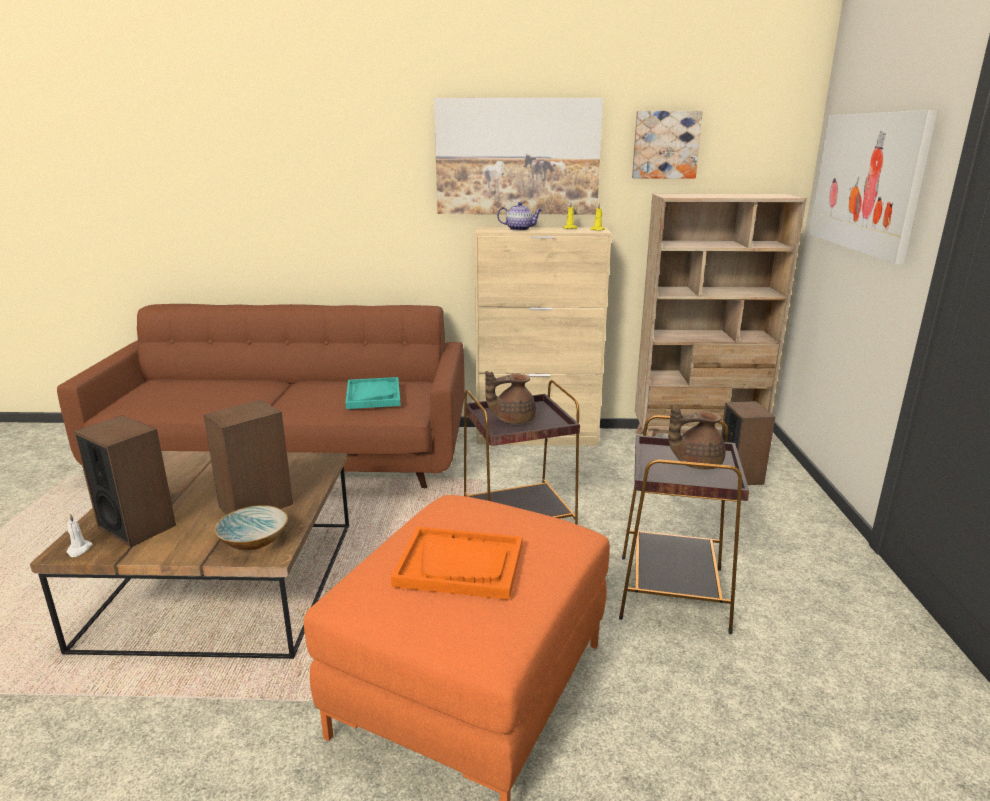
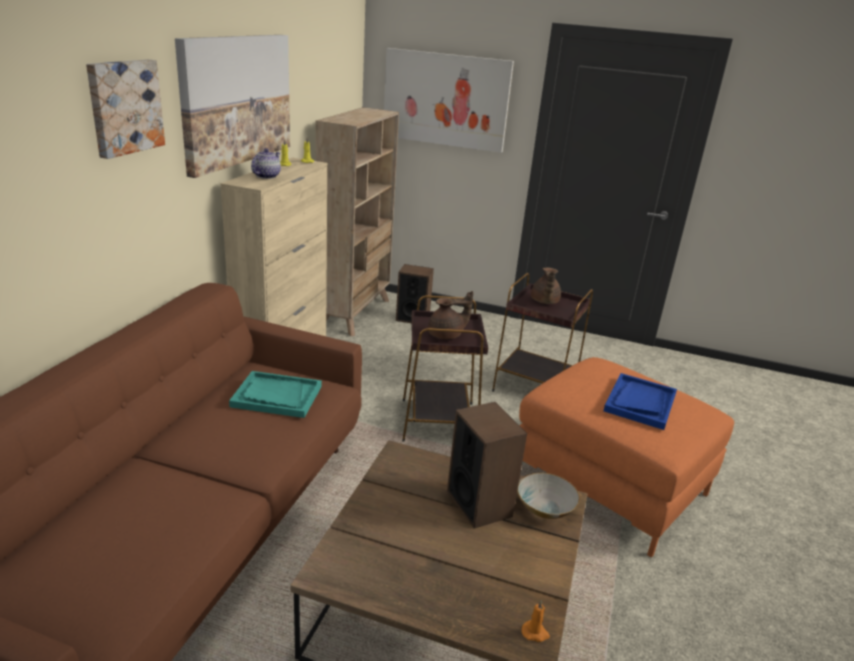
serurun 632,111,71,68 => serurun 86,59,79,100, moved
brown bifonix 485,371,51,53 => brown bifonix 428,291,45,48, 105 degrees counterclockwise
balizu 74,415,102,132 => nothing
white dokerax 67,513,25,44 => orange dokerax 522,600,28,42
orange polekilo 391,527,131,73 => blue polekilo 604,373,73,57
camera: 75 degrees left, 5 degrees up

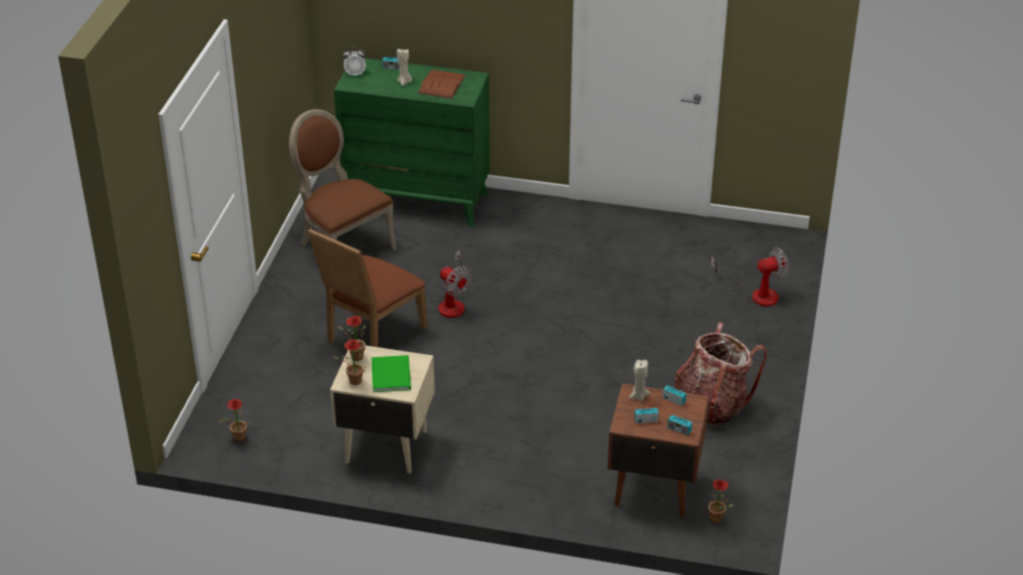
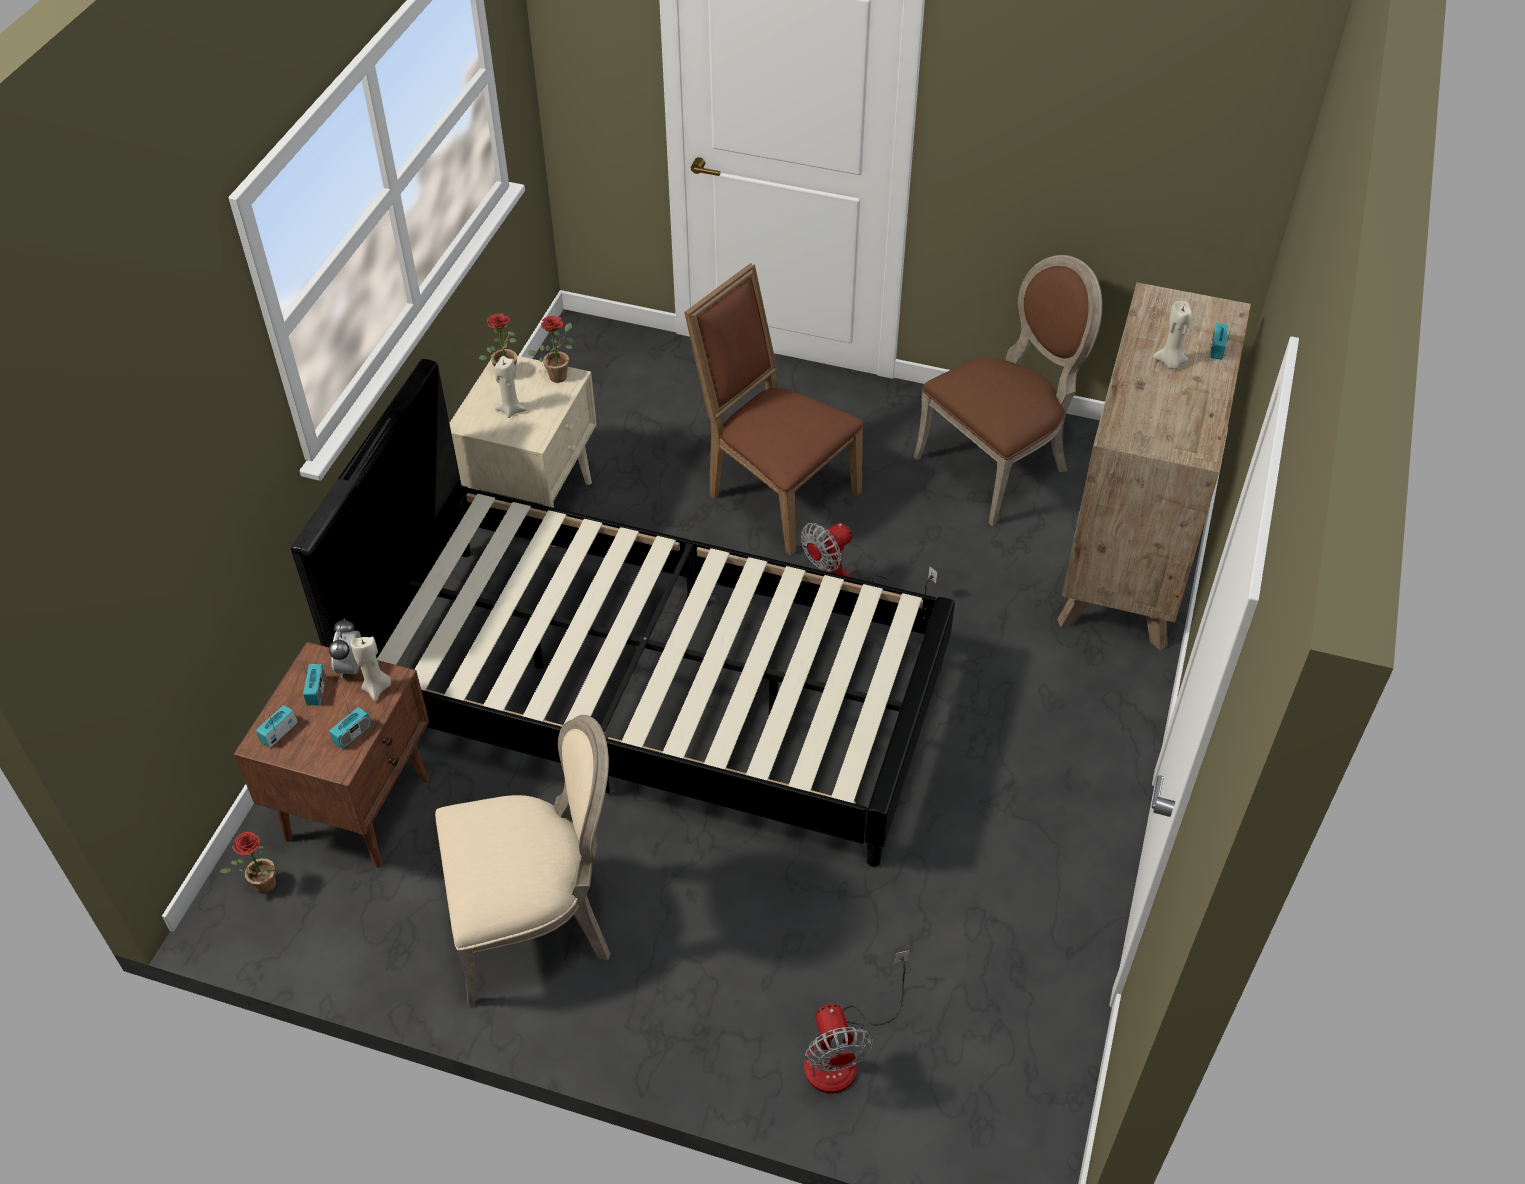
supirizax 342,47,24,28 => supirizax 329,618,32,60, moved
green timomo 334,58,156,169 => brown timomo 1057,282,194,368
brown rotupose 418,69,48,30 => nothing
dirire 675,323,92,103 => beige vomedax 435,715,176,292
green rotupose 371,355,40,37 => beige dokerax 495,356,32,62
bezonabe 219,399,33,42 => nothing
nothing => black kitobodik 291,359,664,508
camera: 95 degrees right, 10 degrees up

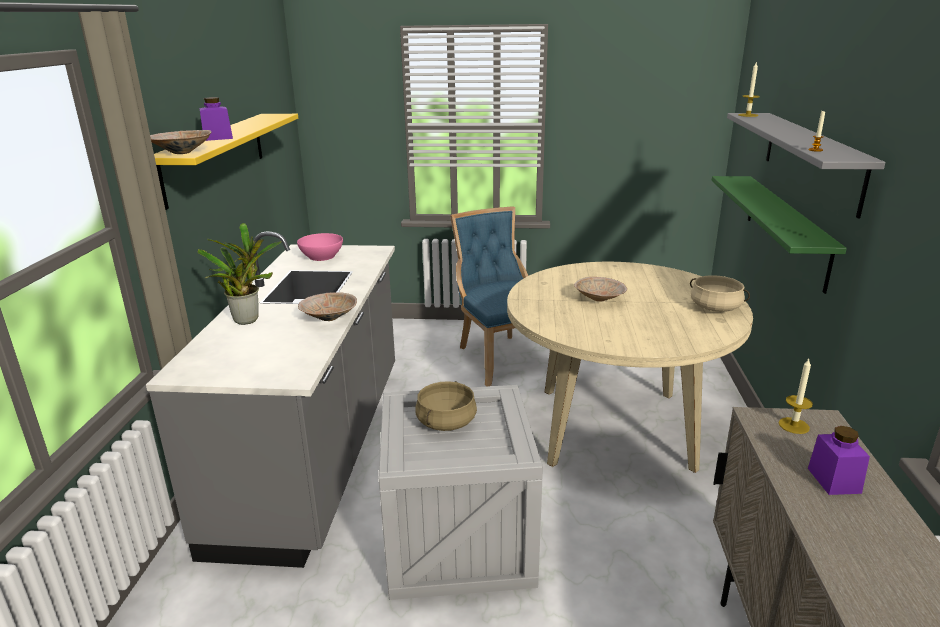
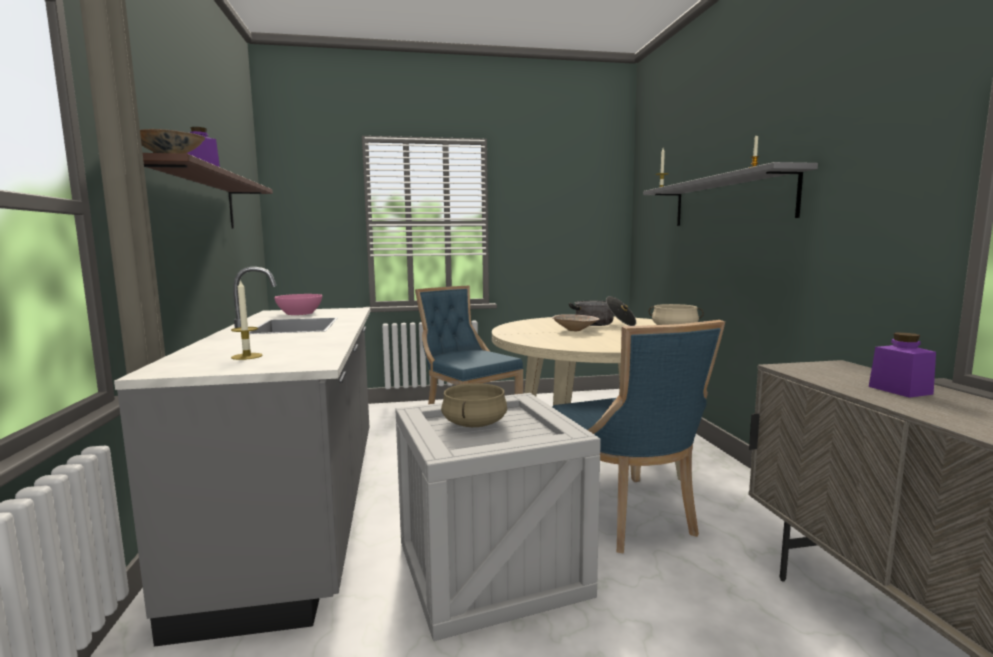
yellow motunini 154,114,144,96 => brown motunini 143,153,130,76
green motunini 712,176,135,118 => nothing
bezonabe 198,223,84,102 => nothing
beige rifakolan 298,292,59,29 => nothing
dokerax 779,359,34,75 => dokerax 231,279,32,81, moved
nothing => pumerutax 569,296,67,30
nothing => blue vomedax 552,320,173,234
camera: 15 degrees left, 15 degrees down

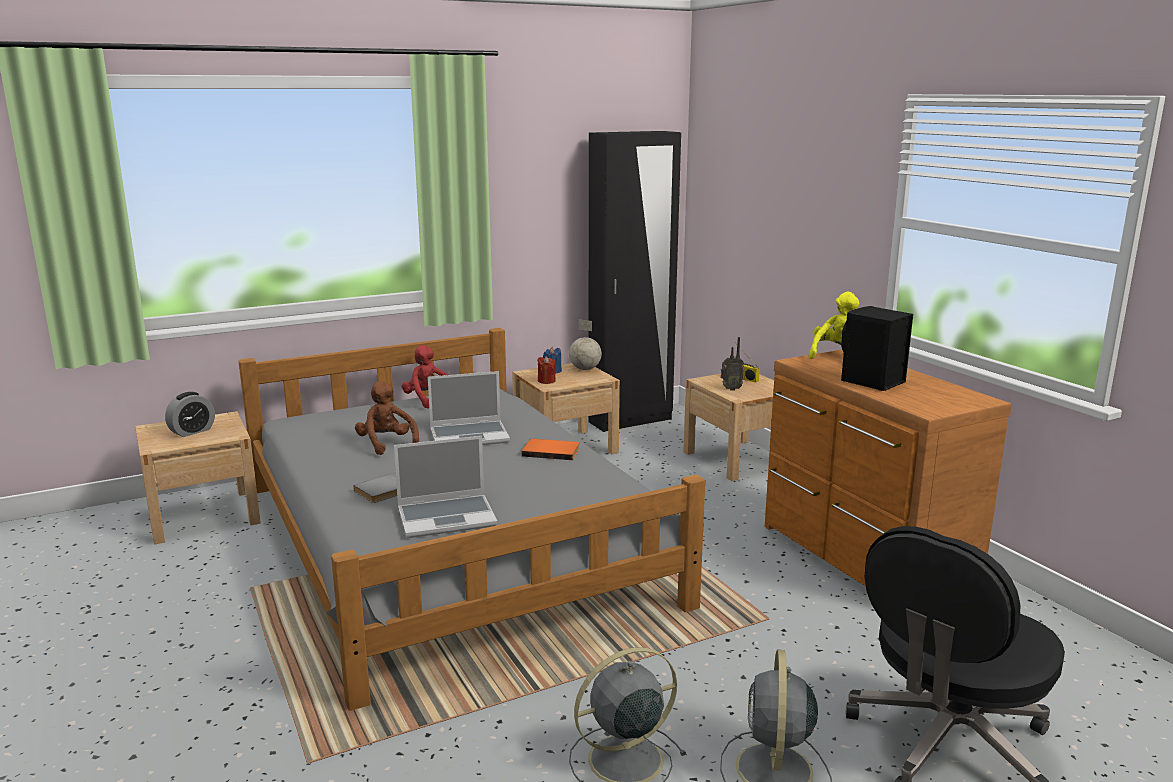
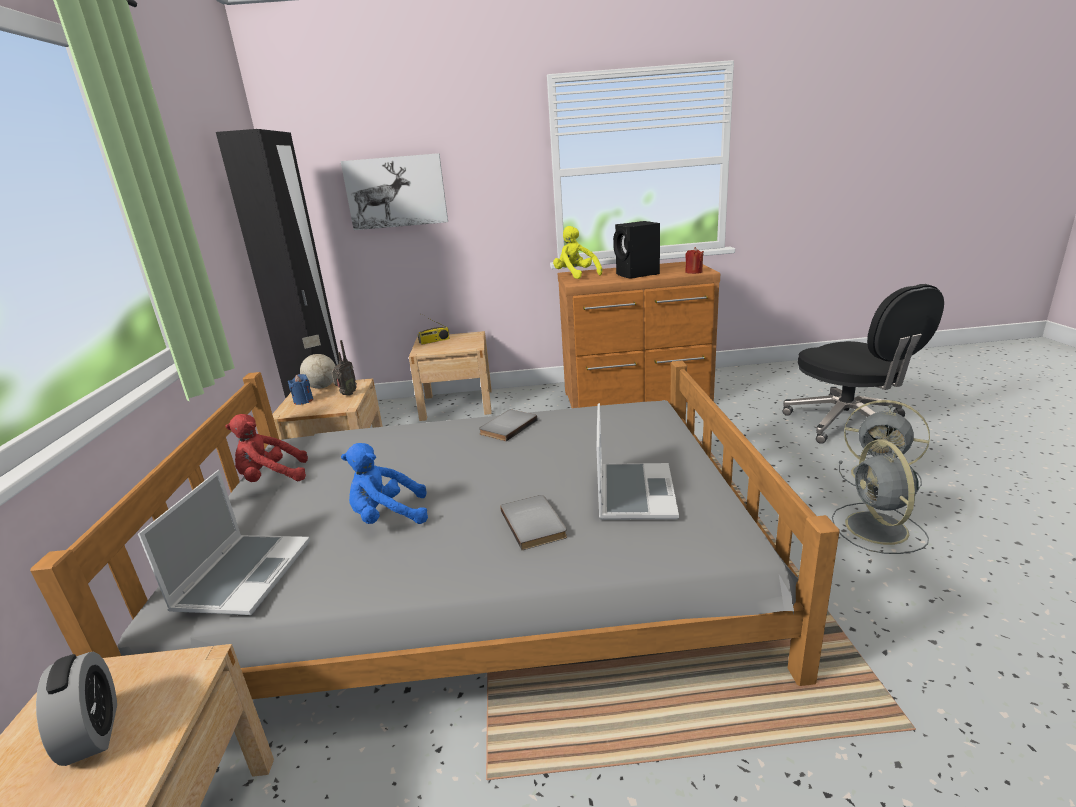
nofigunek 720,337,24,53 => nofigunek 331,340,26,56, moved
red dokerax 537,356,19,28 => red dokerax 685,247,19,27, moved
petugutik 428,371,82,74 => petugutik 138,470,172,145, moved
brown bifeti 355,381,64,74 => blue bifeti 341,443,87,81
orange rotupose 522,439,57,21 => grey rotupose 479,409,58,32
nothing => serurun 341,153,107,77
camera: 65 degrees left, 5 degrees up

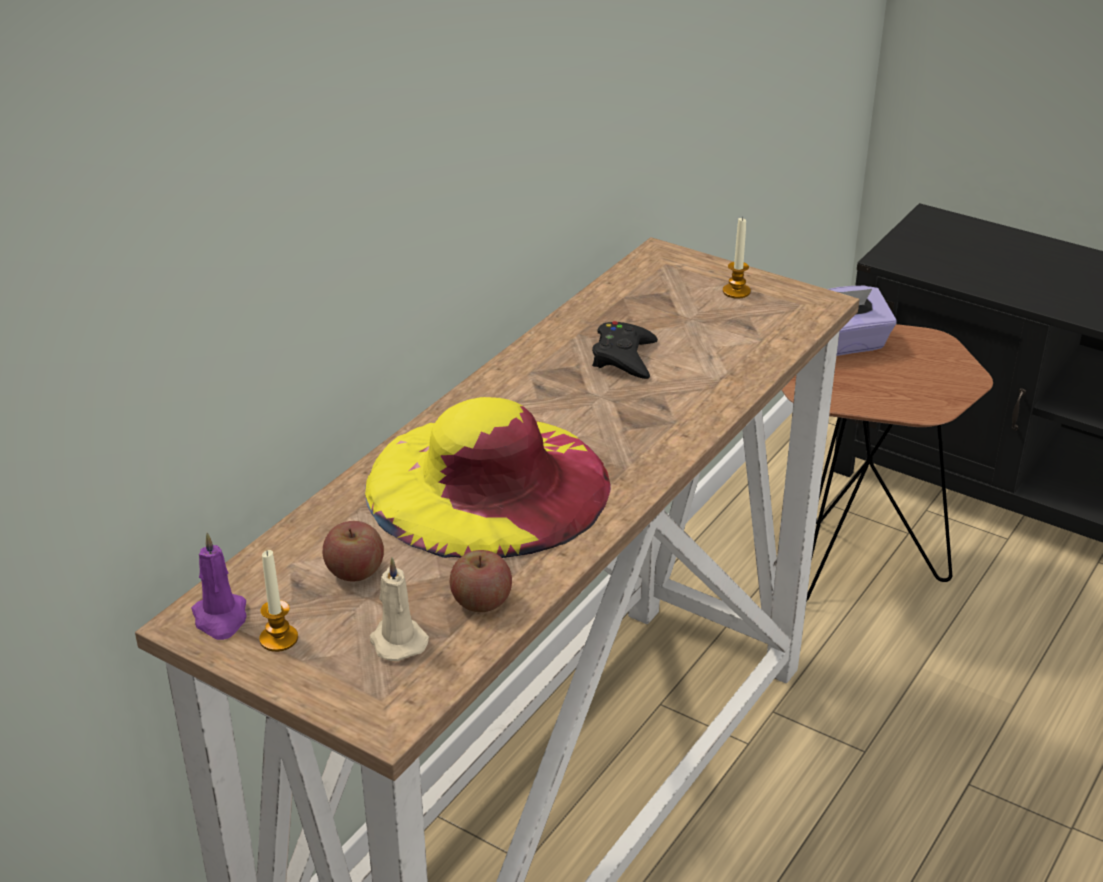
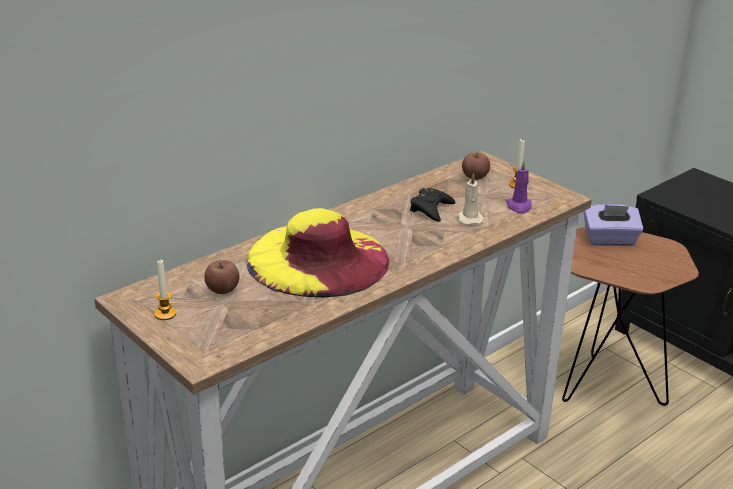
purple dokerax 191,532,56,108 => purple dokerax 506,161,26,53, moved
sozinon 450,550,62,62 => sozinon 462,152,28,28, moved
beige dokerax 370,557,59,104 => beige dokerax 457,173,27,52, moved
camera: 15 degrees right, 5 degrees down

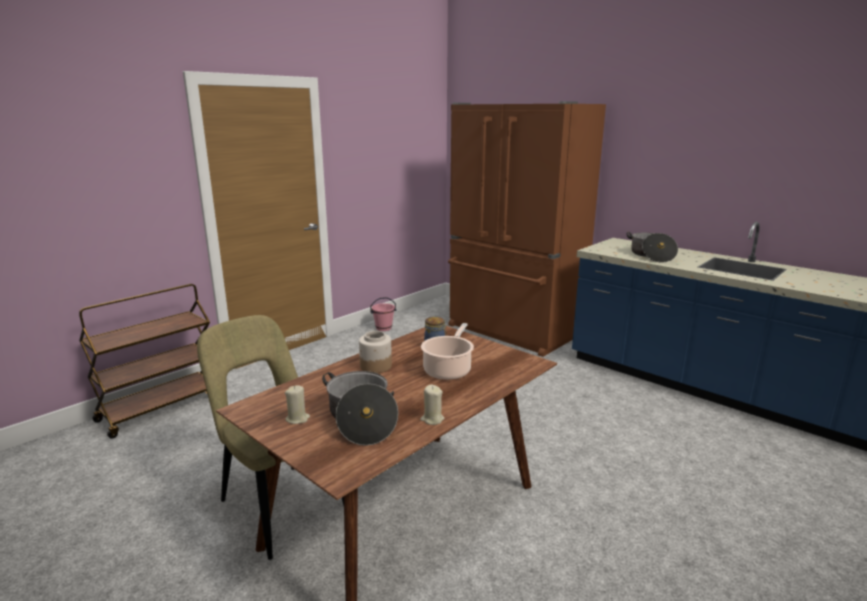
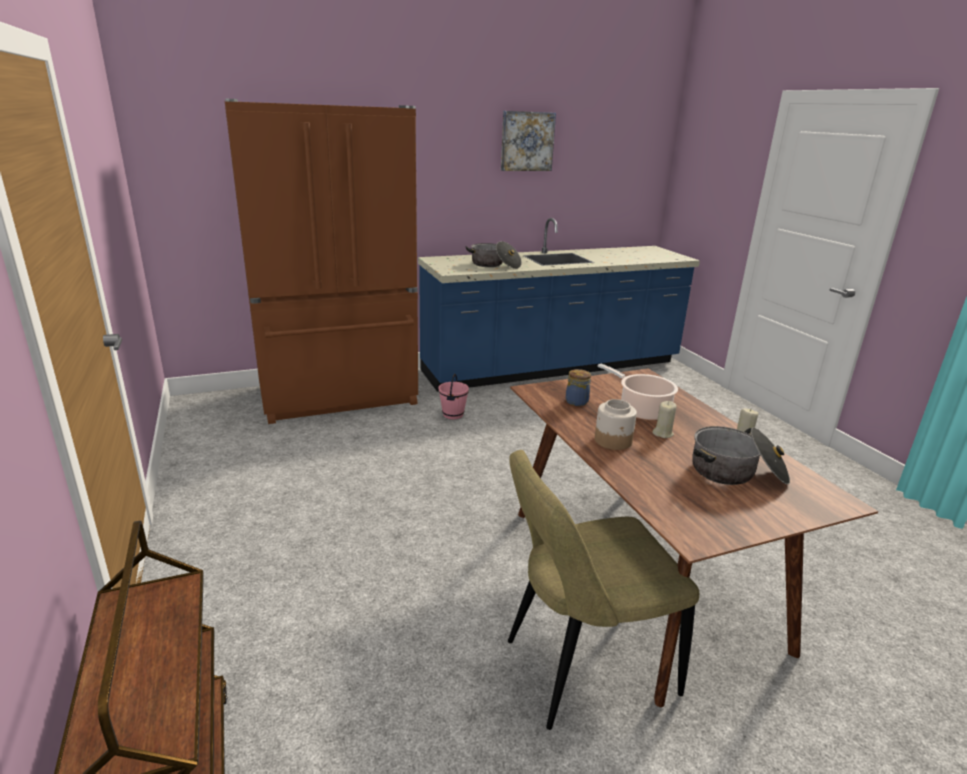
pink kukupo 370,297,26,34 => pink kukupo 438,374,31,45, moved
beige dokerax 285,385,25,39 => beige dokerax 652,401,25,37, moved
nothing => serurun 501,111,55,60
camera: 65 degrees left, 5 degrees up

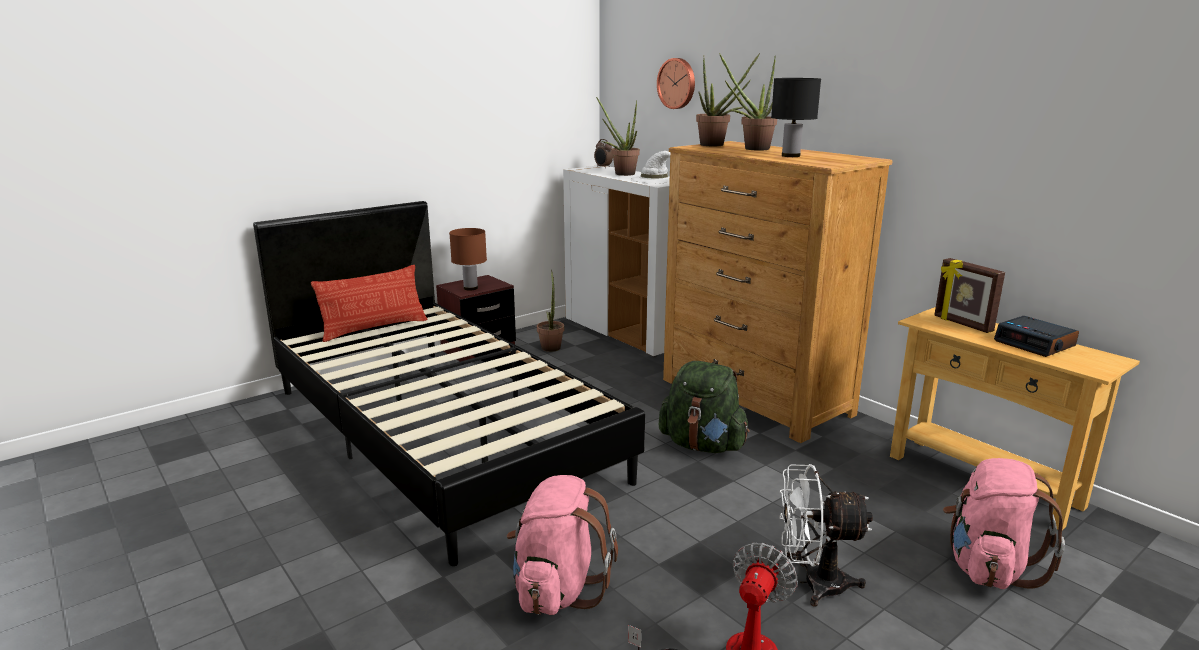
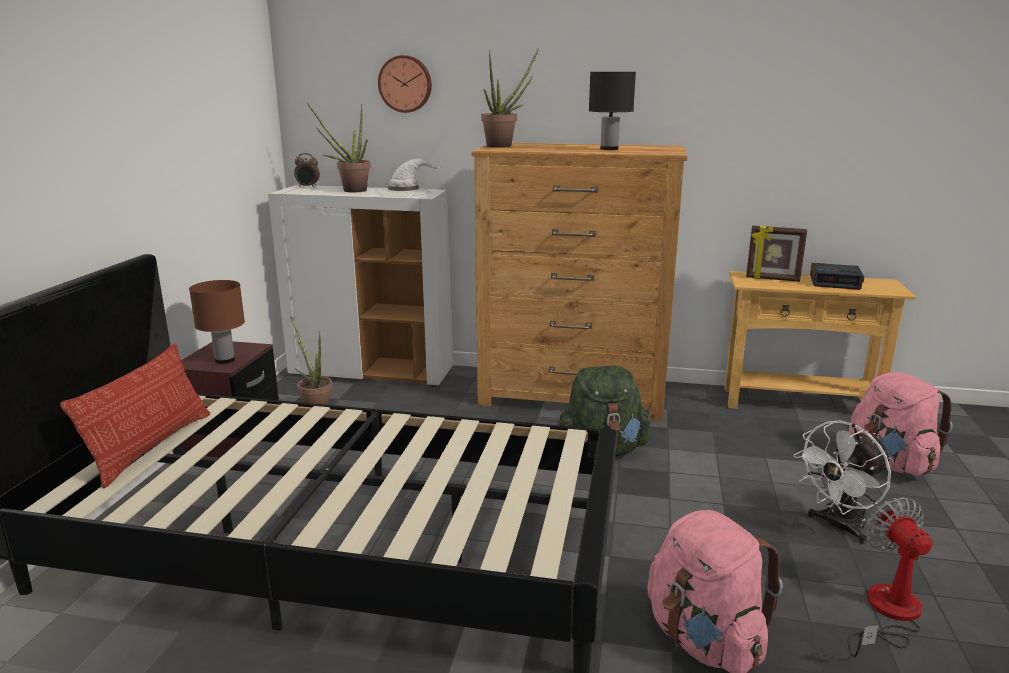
bezonabe 719,53,58,98 => nothing
camera: 40 degrees left, 0 degrees up

